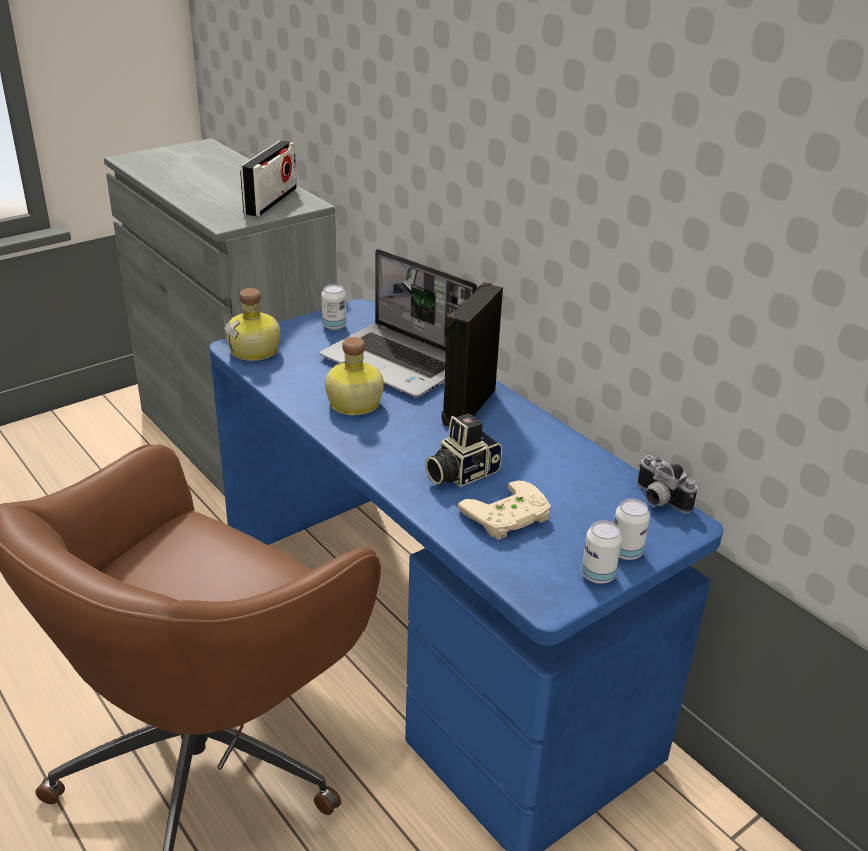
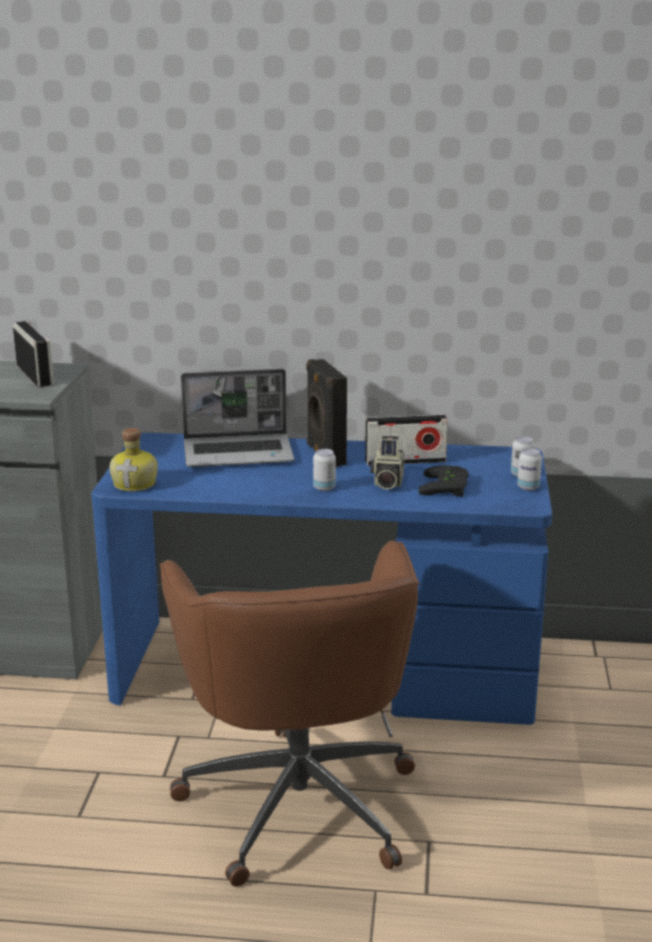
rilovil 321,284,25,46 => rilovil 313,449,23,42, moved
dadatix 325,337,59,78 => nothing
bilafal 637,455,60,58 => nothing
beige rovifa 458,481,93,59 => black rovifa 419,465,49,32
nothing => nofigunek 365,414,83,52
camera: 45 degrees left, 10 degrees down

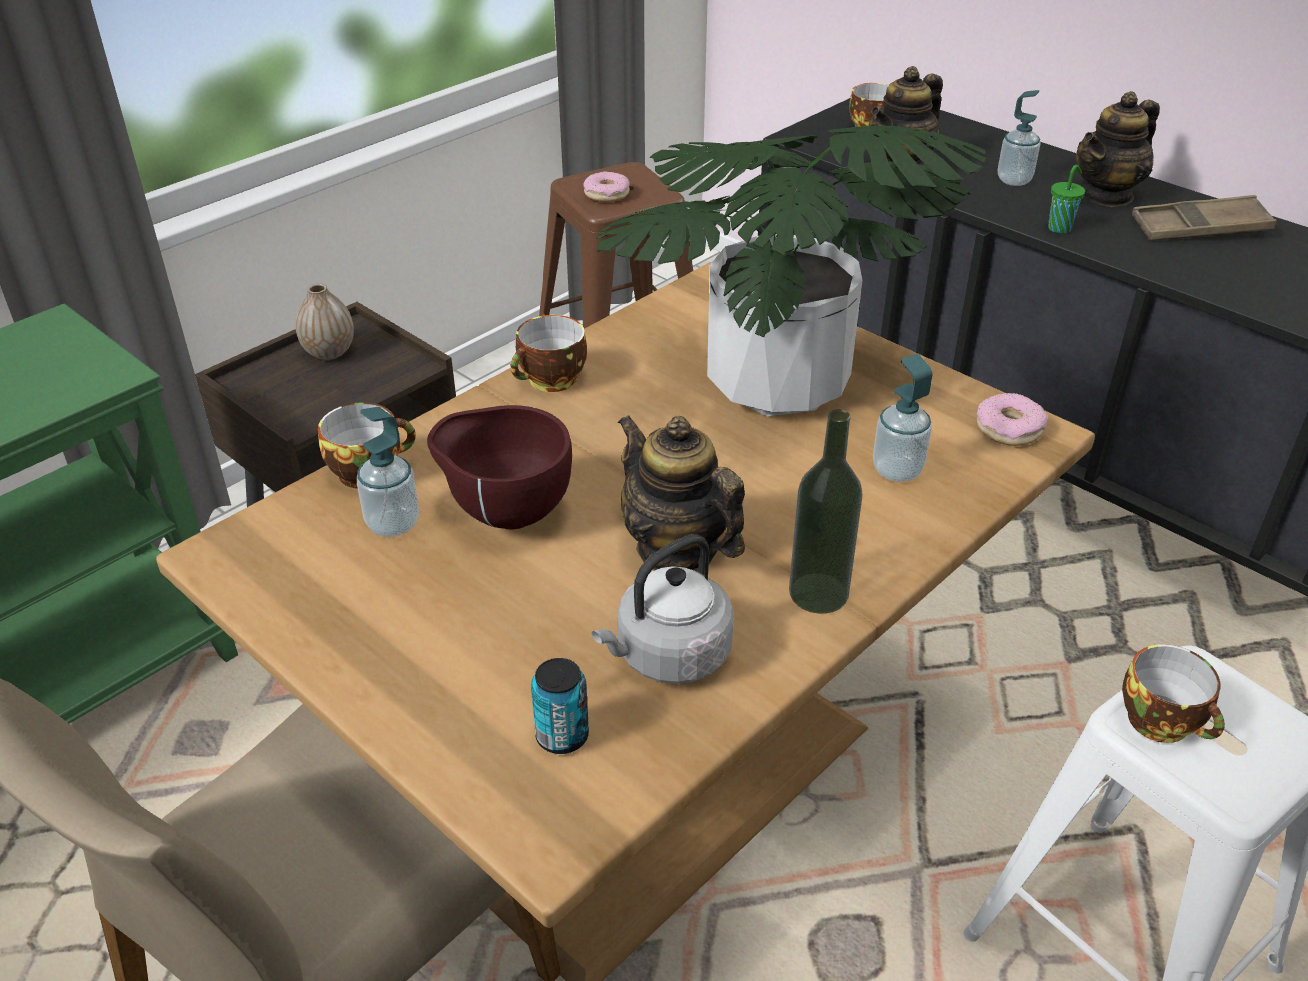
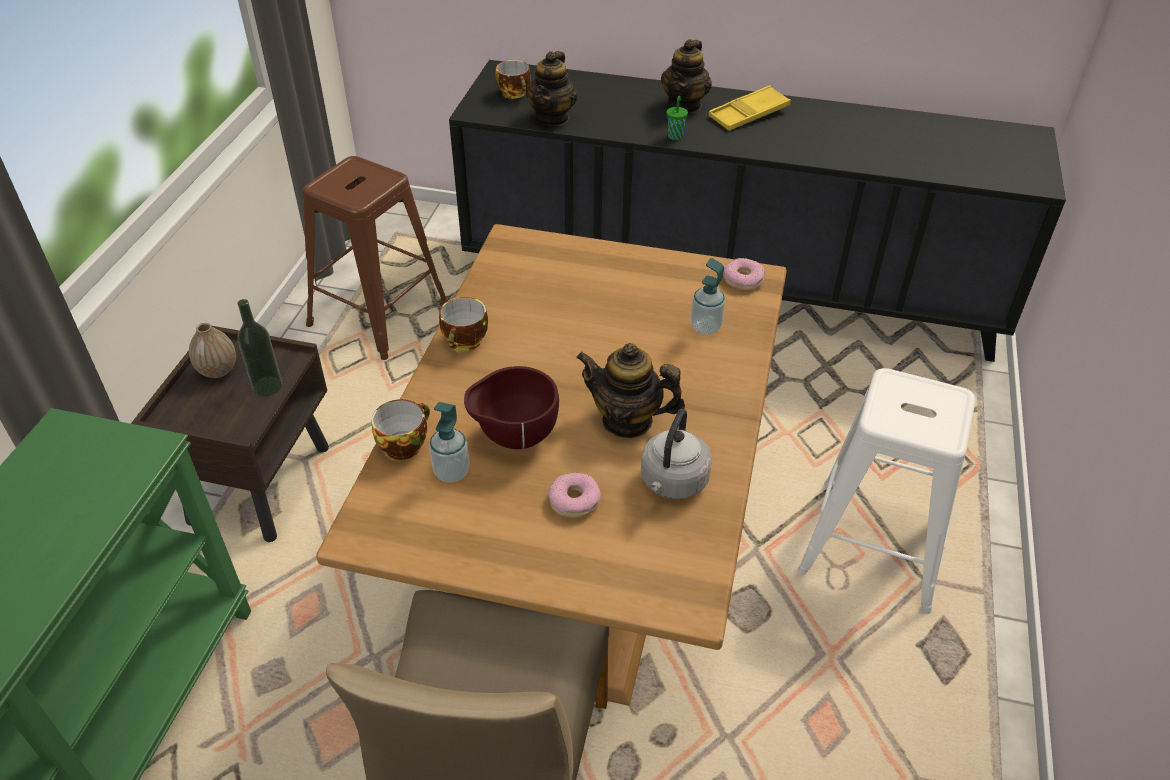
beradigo 998,90,42,96 => nothing
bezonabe 596,126,391,291 => nothing
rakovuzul 583,172,47,30 => rakovuzul 548,473,53,45, moved
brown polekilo 1132,195,145,45 => yellow polekilo 708,85,83,46
dadatix 789,409,74,205 => dadatix 237,299,45,97, moved
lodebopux 1122,644,103,99 => nothing
rilovil 531,658,58,96 => nothing
camera: 30 degrees left, 5 degrees up

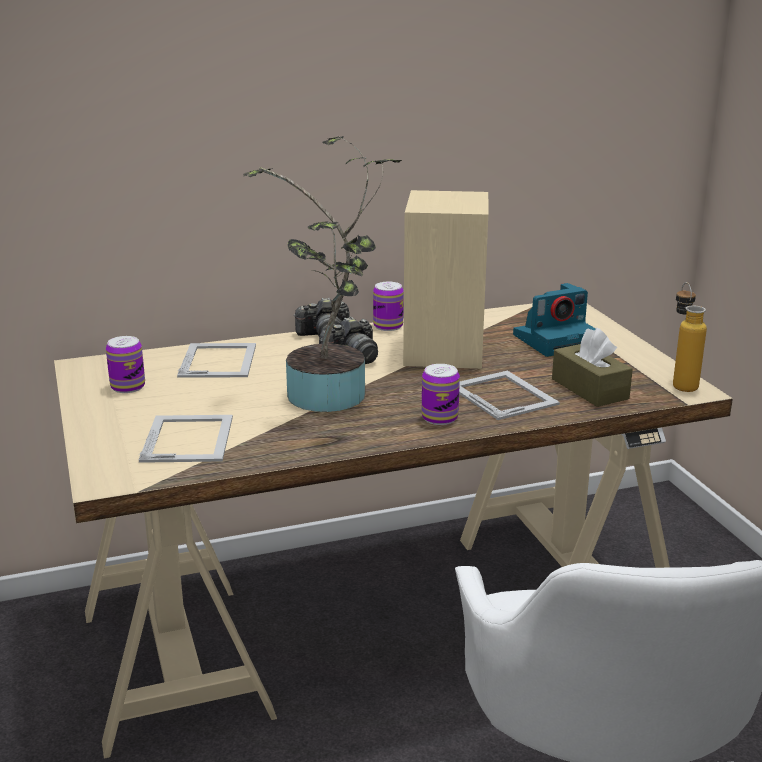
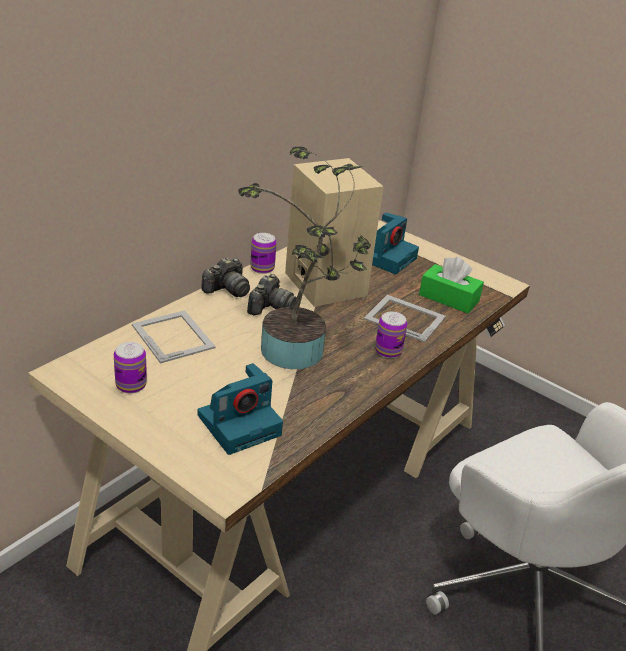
dadatix 673,282,34,110 => nothing
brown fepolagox 552,328,81,79 => green fepolagox 419,257,65,56
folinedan 139,415,94,48 => bilafal 197,363,86,92
camera: 35 degrees left, 10 degrees up

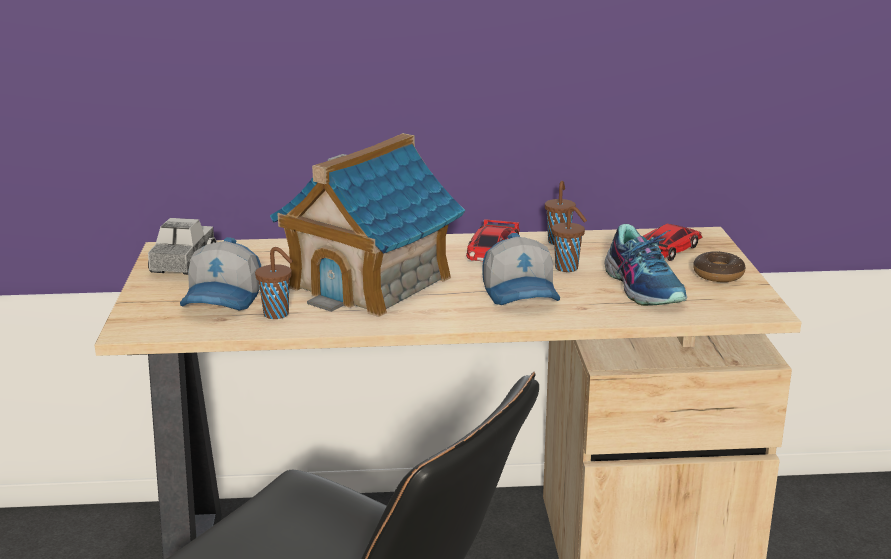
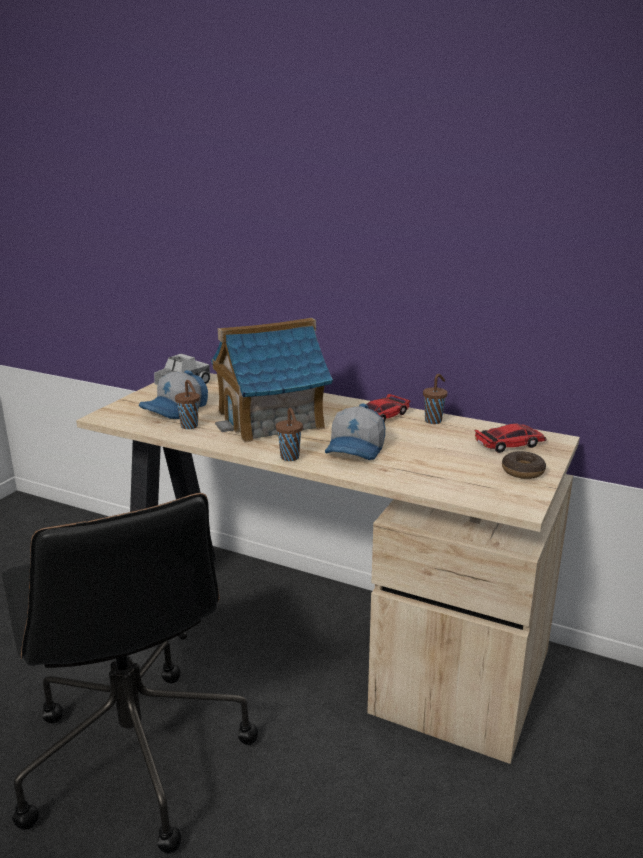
brown lodebopux 552,206,35,66 => brown lodebopux 276,407,27,54, moved
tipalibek 604,224,83,82 => nothing
camera: 30 degrees right, 0 degrees up

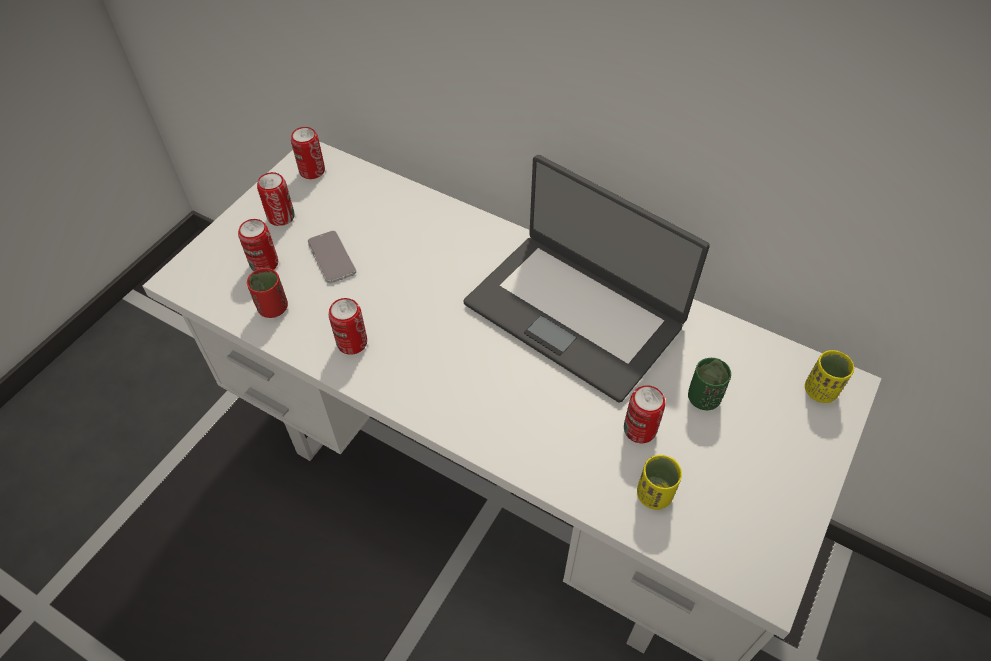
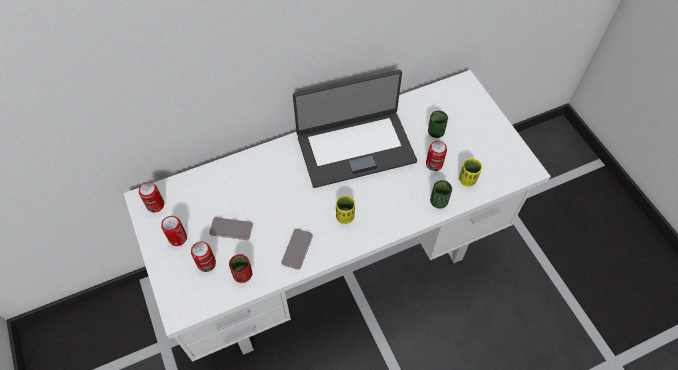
rilovil 329,298,38,57 => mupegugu 281,229,32,41
yellow lodebopux 805,350,49,53 => yellow lodebopux 336,195,19,29, moved
nothing => green lodebopux 430,180,22,29
camera: 55 degrees left, 5 degrees up

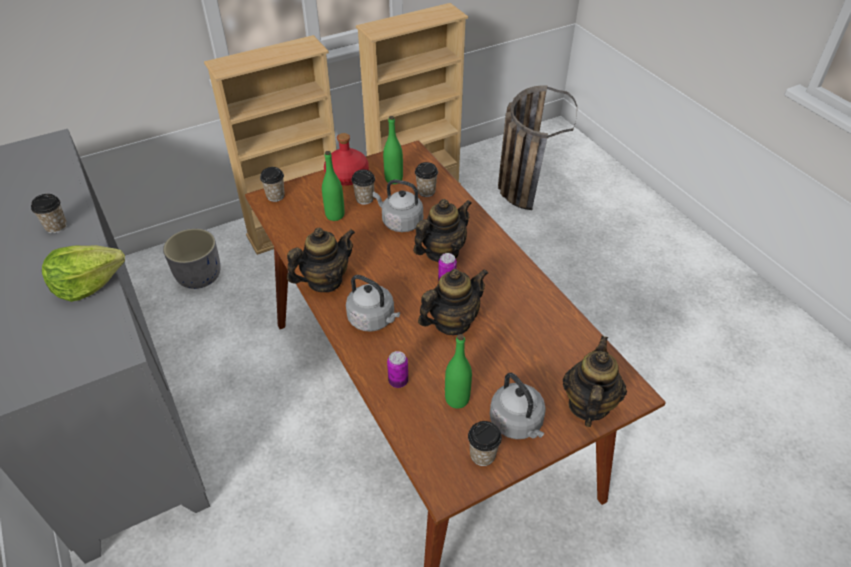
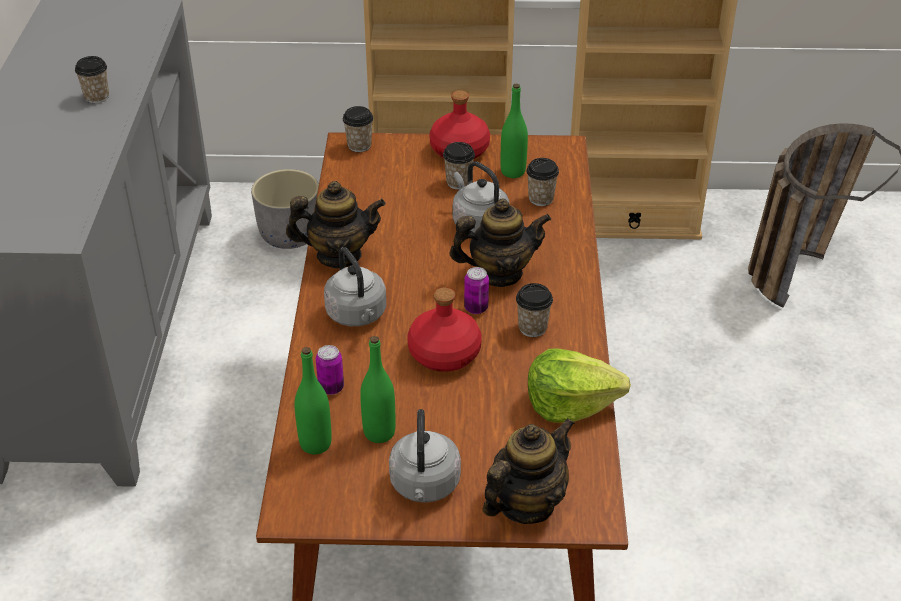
green dadatix 322,151,22,70 => green dadatix 295,347,37,107, moved
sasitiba 42,245,83,57 => sasitiba 528,349,103,74, moved
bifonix 418,269,70,66 => red dadatix 407,288,75,84
lodebopux 468,421,34,45 => lodebopux 516,283,37,54, moved
camera: 30 degrees right, 5 degrees down

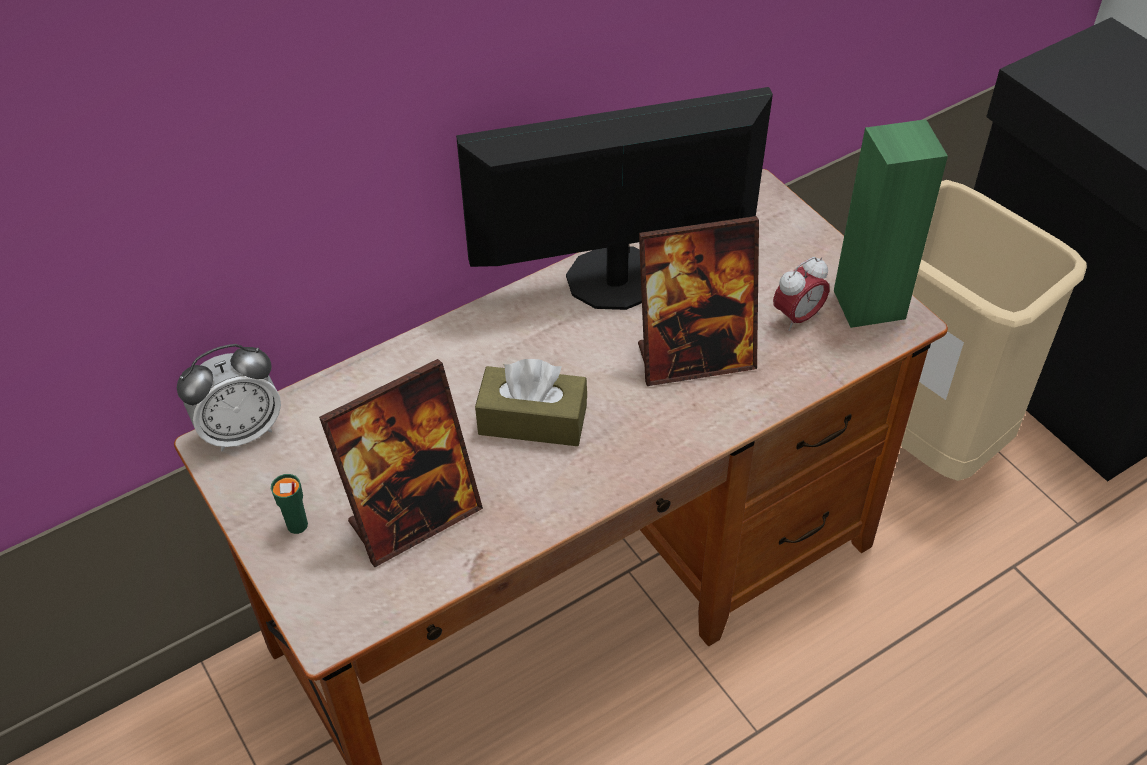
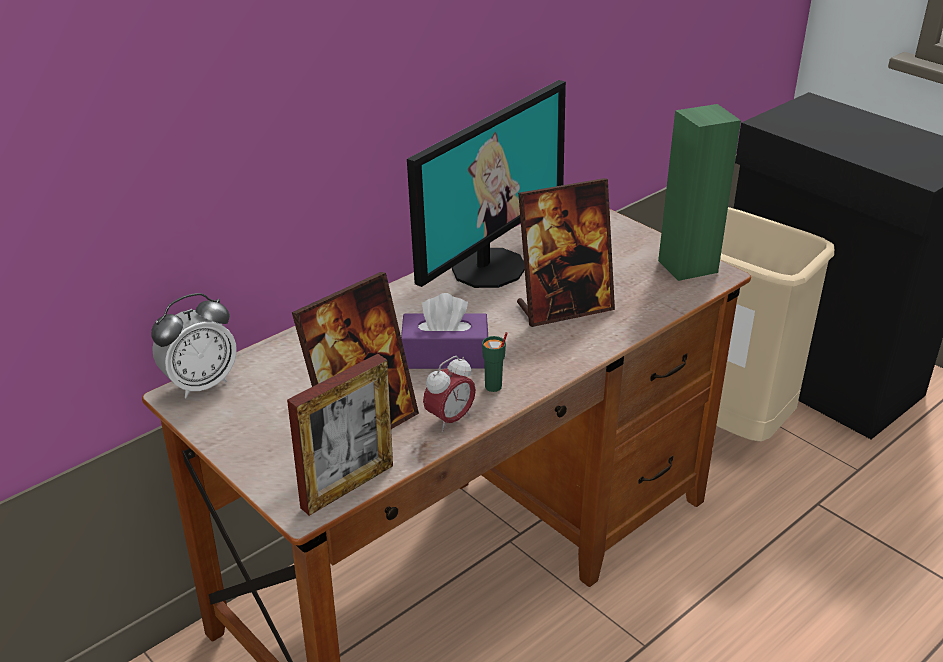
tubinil 456,87,317,223 => tubinil 407,80,159,208, 150 degrees clockwise
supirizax 773,257,56,74 => supirizax 423,356,53,76, moved
brown fepolagox 475,359,112,87 => purple fepolagox 401,293,87,76
green lodebopux 271,474,37,60 => green lodebopux 482,332,26,60, moved
nothing => folinedan 287,354,106,162
camera: 10 degrees left, 15 degrees down

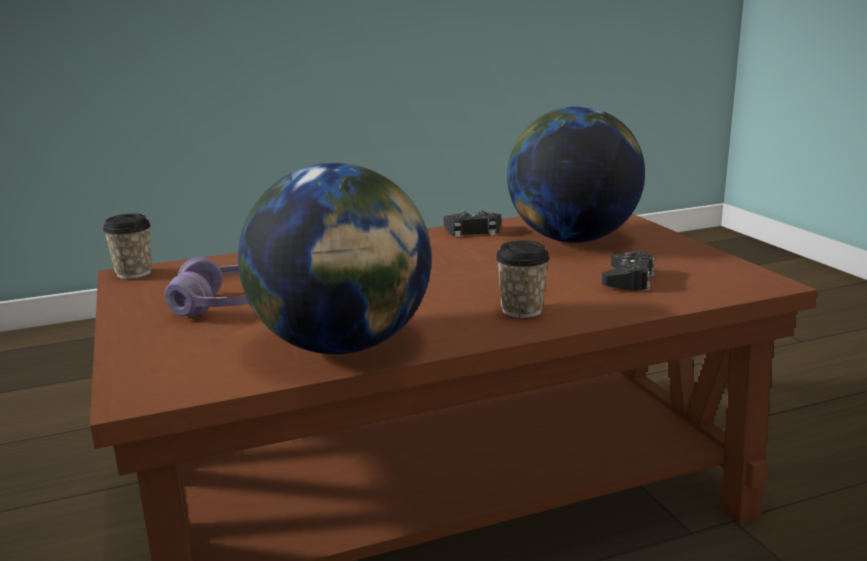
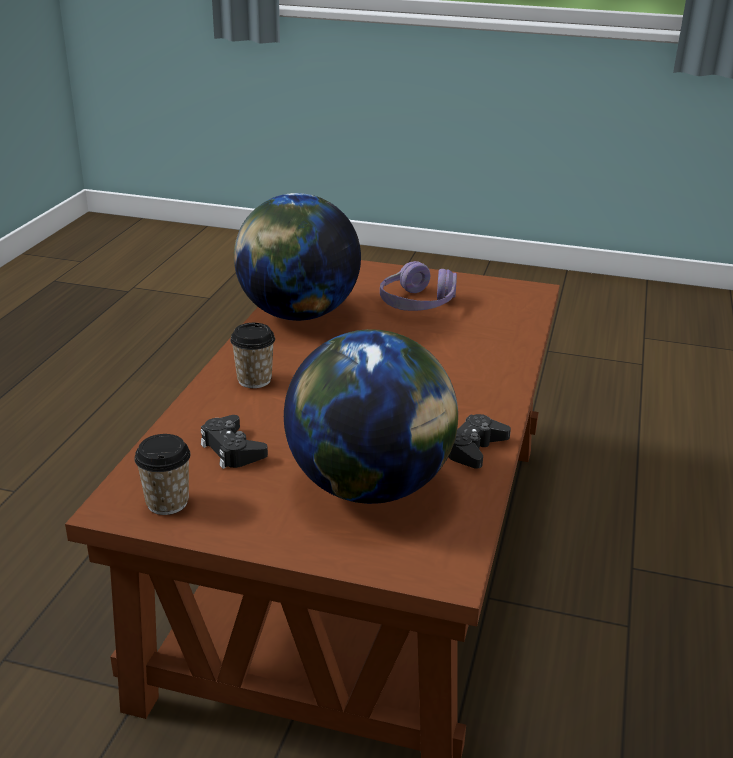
lodebopux 103,214,49,65 => lodebopux 134,434,57,81, moved
camera: 125 degrees right, 10 degrees up

